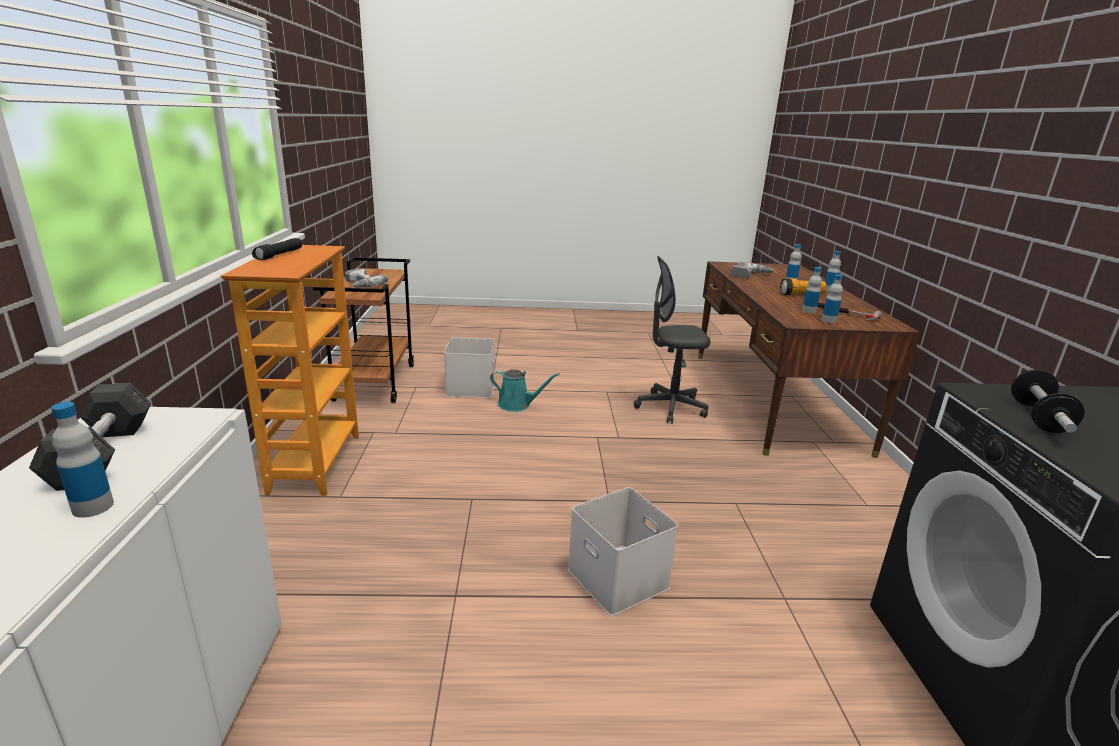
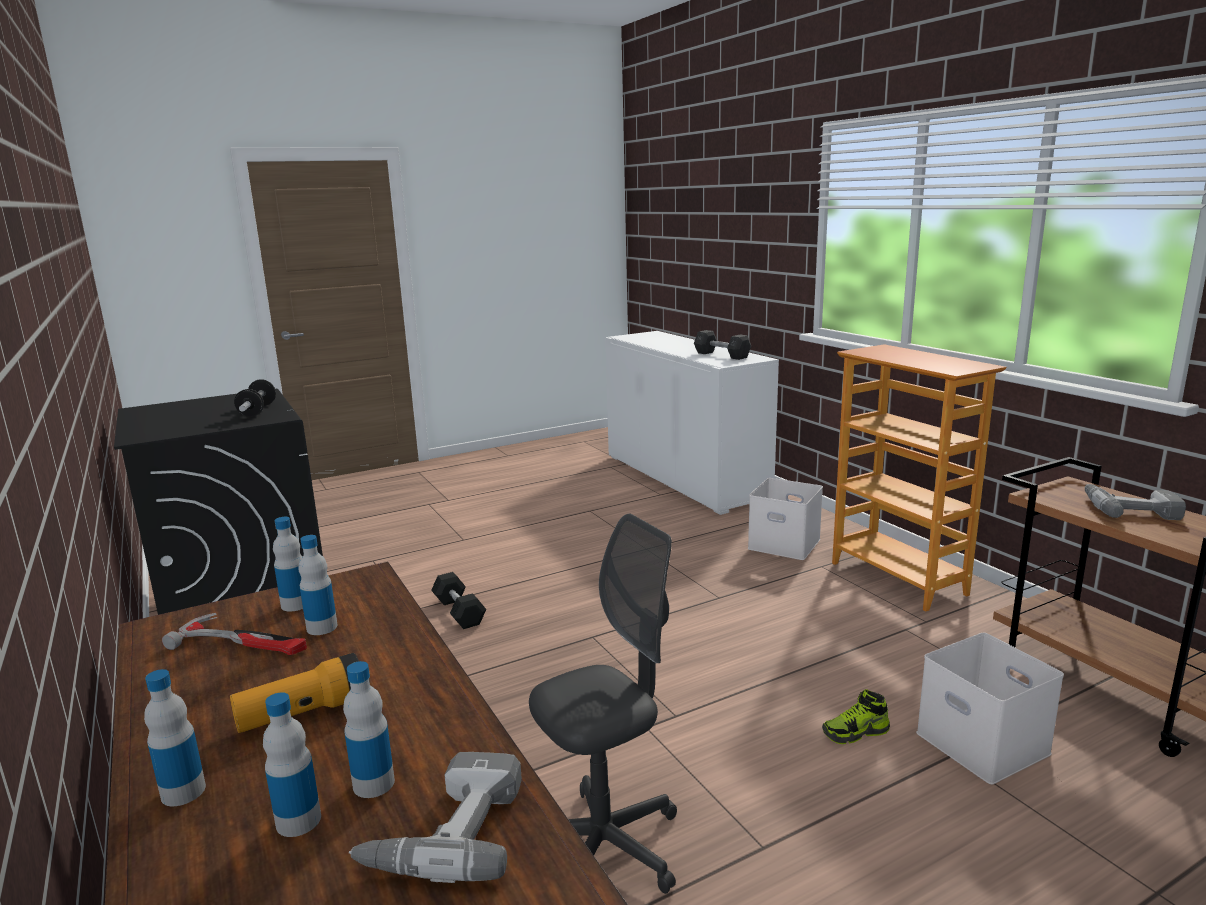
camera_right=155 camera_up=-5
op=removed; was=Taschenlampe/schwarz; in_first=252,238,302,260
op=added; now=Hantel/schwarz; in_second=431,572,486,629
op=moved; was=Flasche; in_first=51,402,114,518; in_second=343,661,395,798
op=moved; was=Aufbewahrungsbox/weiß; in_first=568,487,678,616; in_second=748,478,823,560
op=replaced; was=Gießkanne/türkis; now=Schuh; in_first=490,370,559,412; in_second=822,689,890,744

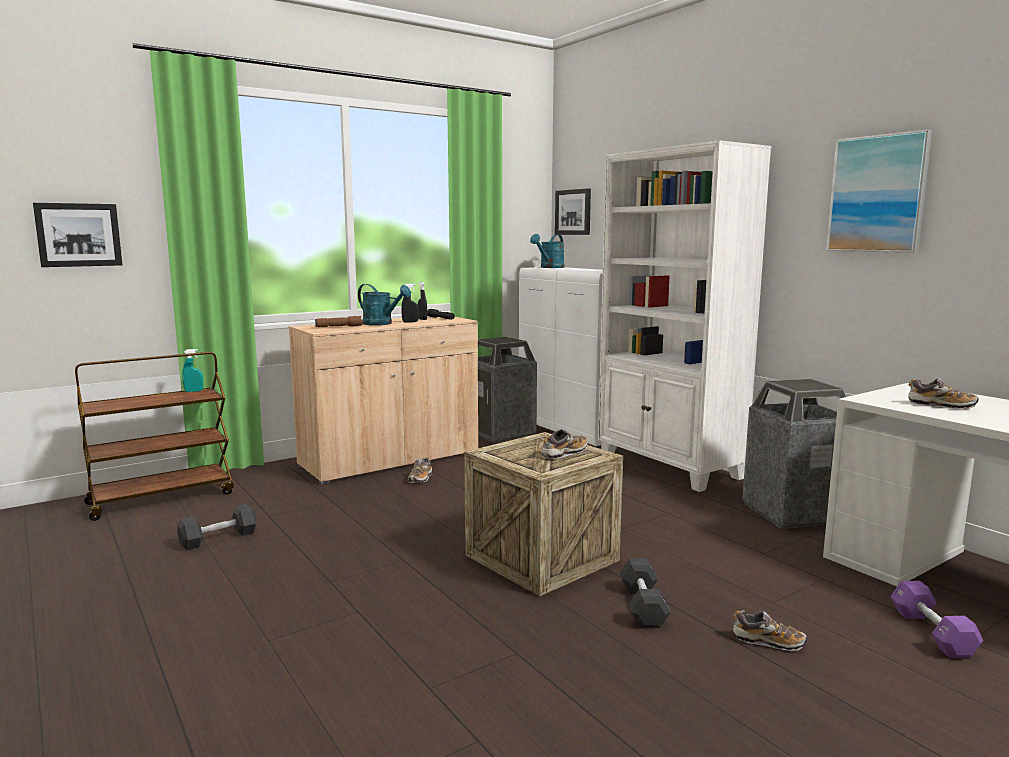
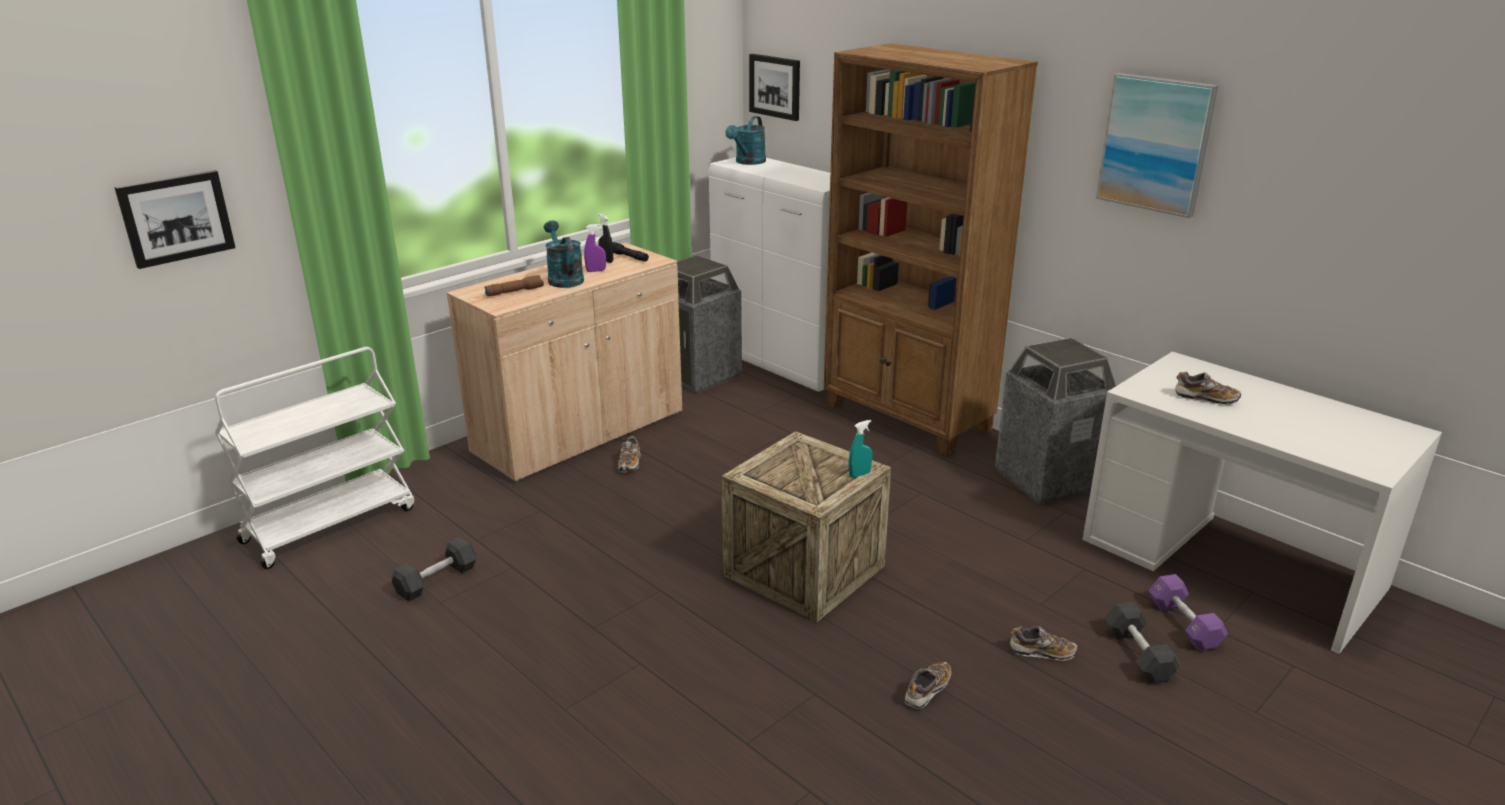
camera_right=-10 camera_up=15
op=moved; was=Sprühflasche/türkis; in_first=182,349,203,392; in_second=849,420,872,478
op=moved; was=Schuh; in_first=541,429,587,459; in_second=904,662,951,709
op=moved; was=Hantel/schwarz; in_first=620,558,671,628; in_second=1105,602,1181,684
op=recoloured; was=Rollwagen/braun; now=Rollwagen/weiß; in_first=75,352,234,521; in_second=215,347,414,569
op=recoloured; was=Sprühflasche/schwarz; now=Sprühflasche/lila; in_first=401,284,419,322; in_second=584,224,606,272
op=recoloured; was=Bücherregal/weiß; now=Bücherregal/braun; in_first=598,140,771,492; in_second=824,43,1038,457
op=turned; was=Gießkanne/türkis; in_first=358,284,411,325; in_second=544,220,584,288; clockwise=-135

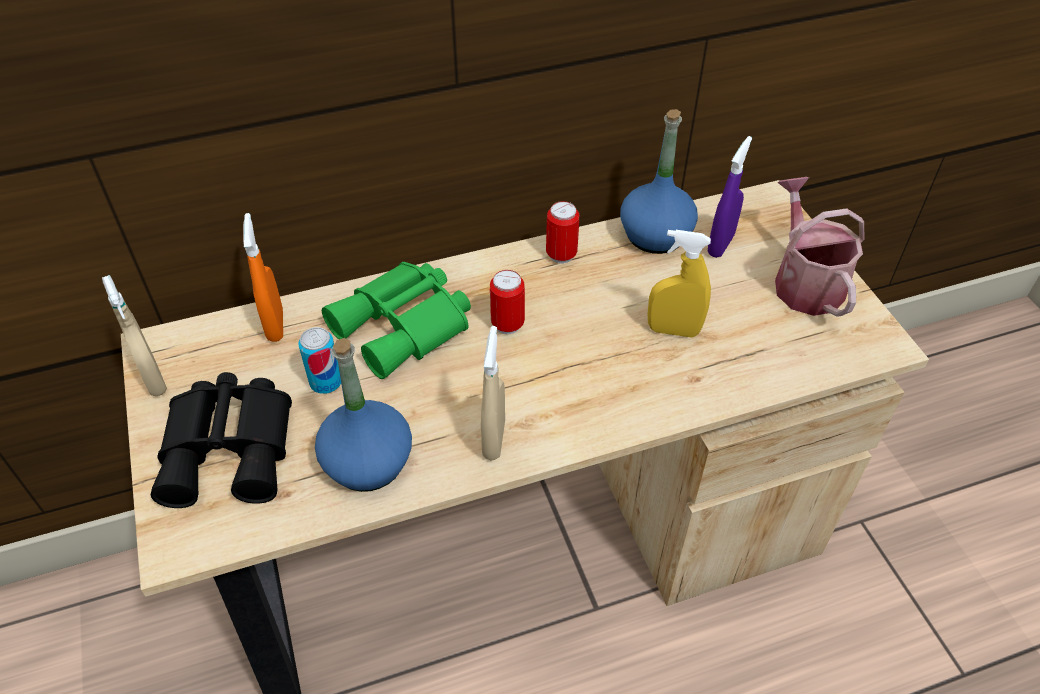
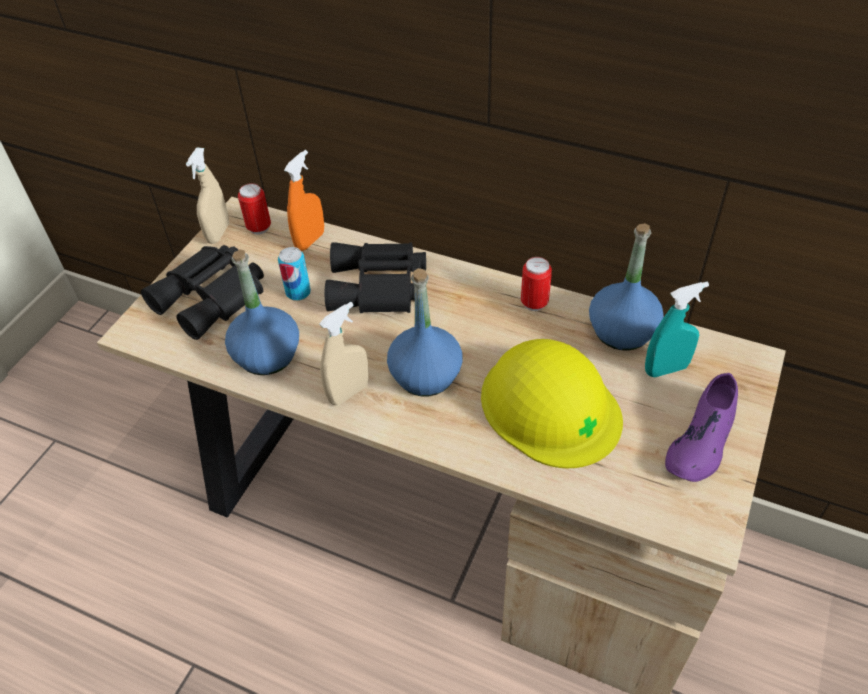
camera_right=45 camera_up=0
op=added; now=Flasche/blau; in_second=387,268,463,397
op=moved; was=Dose; in_first=490,270,525,334; in_second=238,183,271,234
op=replaced; was=Sprühflasche/gelb; now=Schutzhelm/gelb; in_first=647,230,711,338; in_second=481,339,623,468
op=replaced; was=Gießkanne; now=Schuh/lila; in_first=775,177,865,317; in_second=665,373,738,482
op=recoloured; was=Fernglas/grün; now=Fernglas/schwarz; in_first=322,262,471,379; in_second=325,242,426,313
op=recoloured; was=Sprühflasche/lila; now=Sprühflasche/türkis; in_first=708,136,752,258; in_second=645,282,709,377

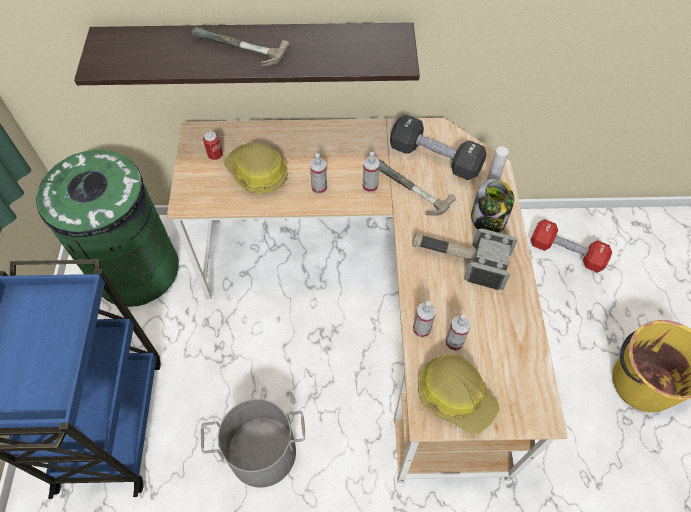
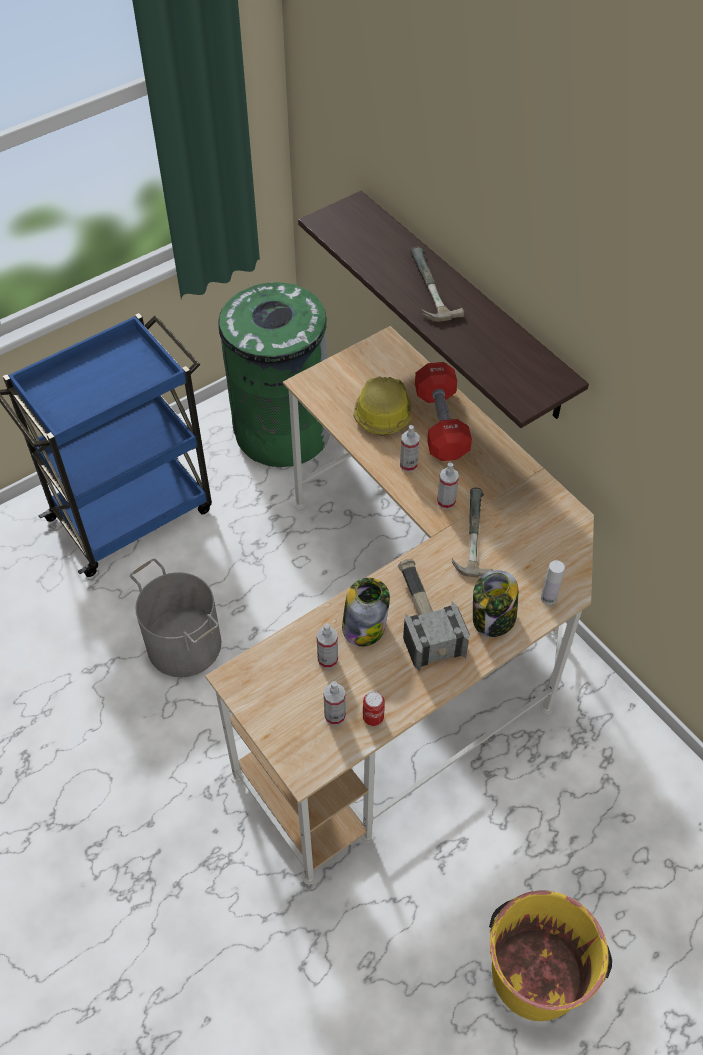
camera_right=55 camera_up=-5
op=removed; was=Hantel/schwarz; in_first=390,115,487,180
op=removed; was=Schutzhelm; in_first=418,355,500,434
op=added; now=Vorratsglas; in_second=342,578,390,646
op=moved; was=Dose; in_first=203,131,223,160; in_second=363,691,385,726
op=moved; was=Sprühflasche; in_first=413,301,436,338; in_second=324,681,346,725
op=moved; was=Hantel/rot; in_first=531,219,612,273; in_second=415,362,472,461

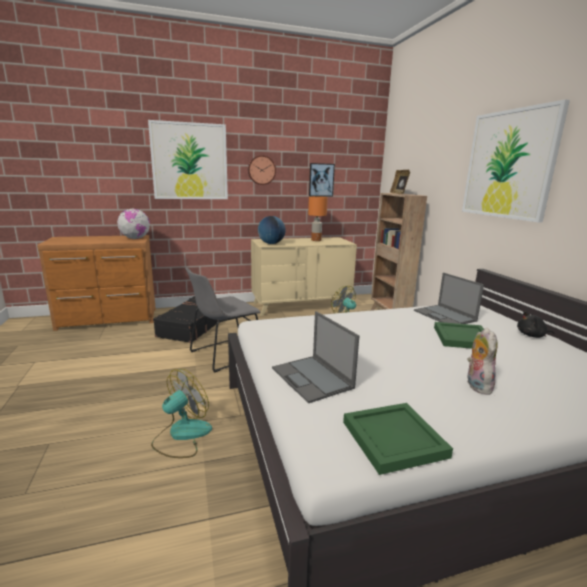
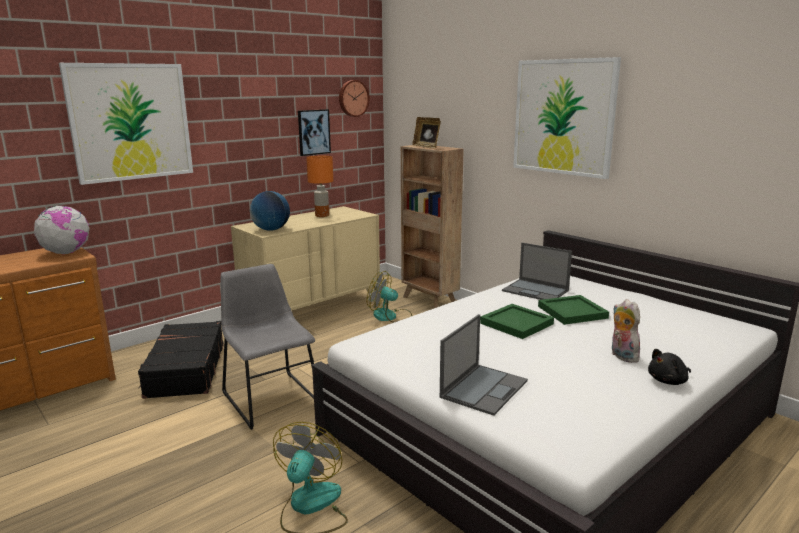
camera_right=-25 camera_up=0
op=moved; was=Wanduhr; in_first=248,155,276,185; in_second=339,80,370,117
op=moved; was=Tablett/grün; in_first=343,403,453,475; in_second=480,304,554,339
op=moved; was=Plüschtier/schwarz; in_first=517,311,555,338; in_second=648,349,691,385
op=turned; was=Stuhl/grau; in_first=185,267,260,373; in_second=221,264,315,430; clockwise=120
op=turned; was=Laptop; in_first=272,311,359,403; in_second=440,314,528,416; clockwise=-90

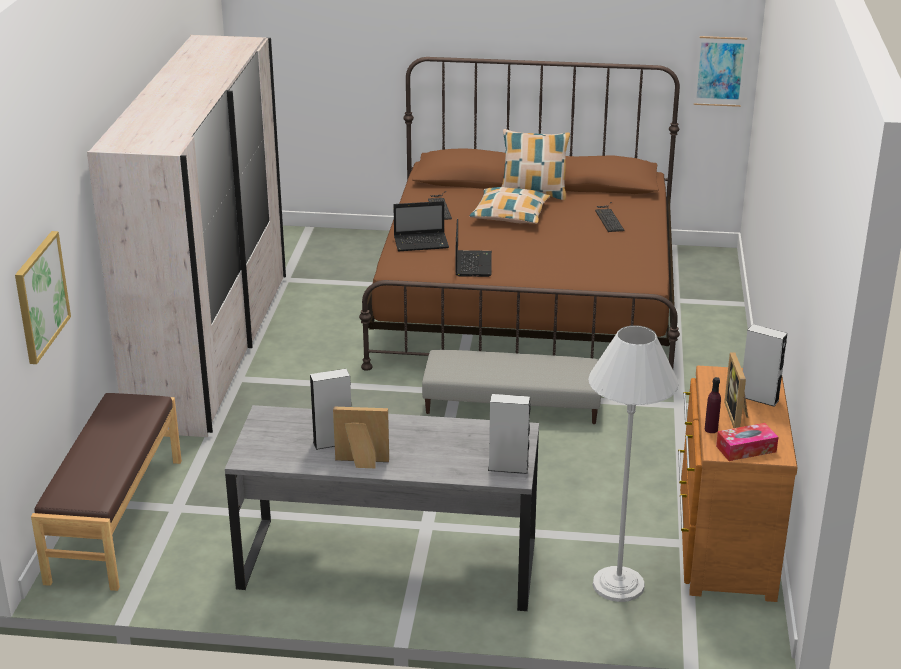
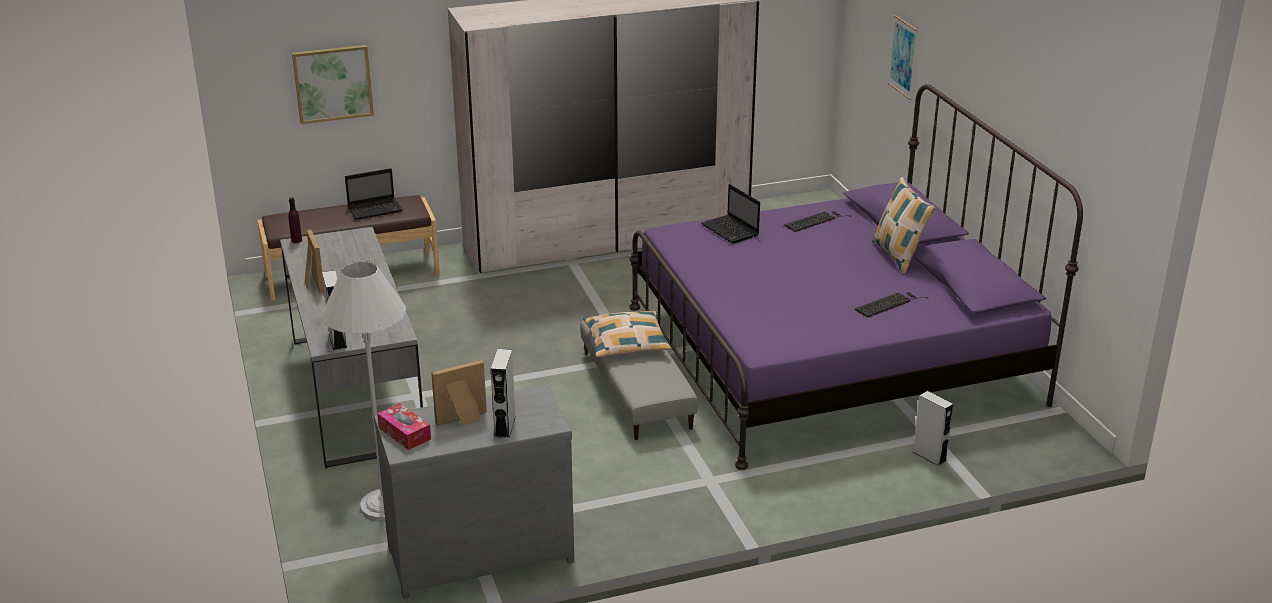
camera_right=65 camera_up=0
op=moved; was=Lautsprecher/grau; in_first=310,369,351,450; in_second=913,391,953,466
op=moved; was=Laptop; in_first=456,219,492,277; in_second=345,168,403,220
op=moved; was=Kissen; in_first=469,187,550,224; in_second=583,311,671,357
op=moved; was=Bild; in_first=694,36,747,107; in_second=888,15,918,100
op=moved; was=Flasche/lila; in_first=705,377,721,433; in_second=288,198,302,243
op=recoloured; was=Bett/braun; now=Bett/lila; in_first=359,57,680,371; in_second=629,84,1083,470
op=recoloured; was=Kommode/braun; now=Kommode/grau; in_first=678,366,798,602; in_second=374,385,575,599

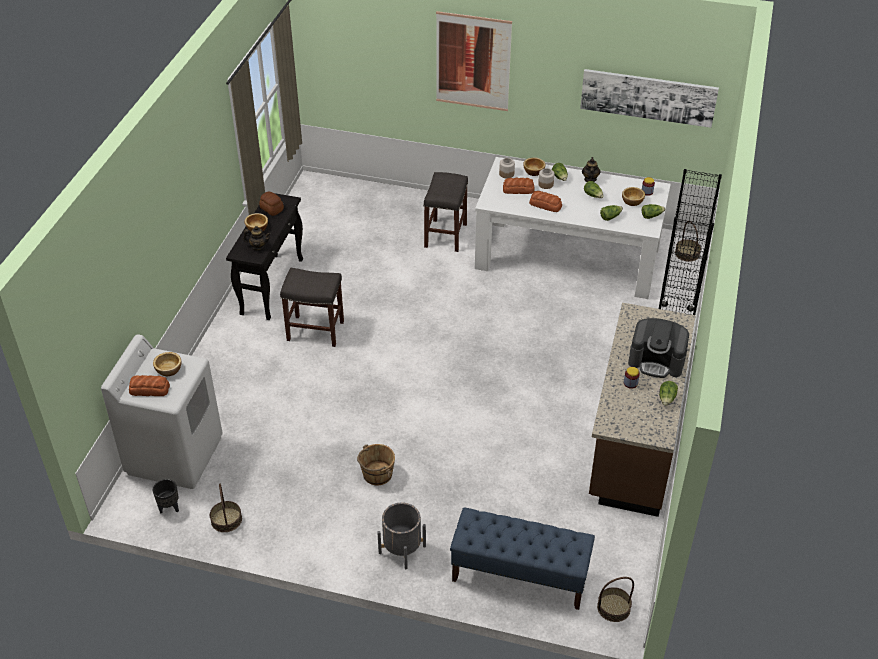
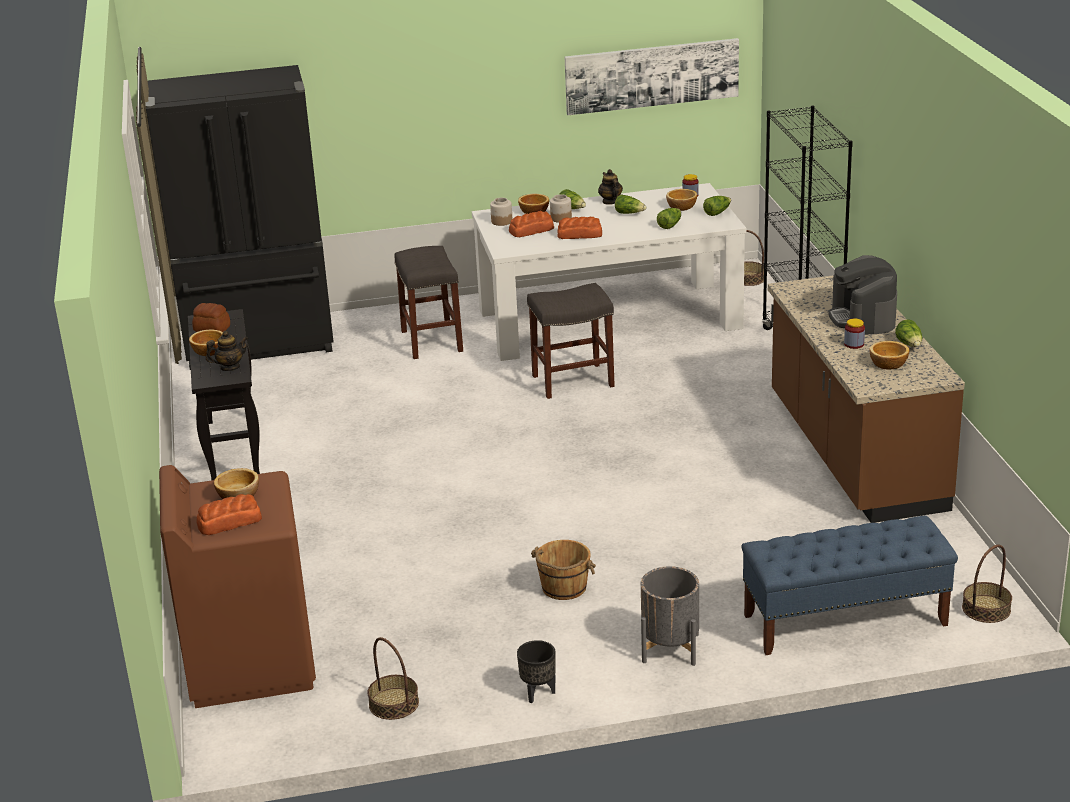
camera_right=-25 camera_up=-15
op=removed; was=Bild; in_first=436,11,512,111
op=added; now=Kühlschrank/schwarz; in_second=146,65,334,370
op=added; now=Schüssel; in_second=870,341,909,370
op=moved; was=Pflanzkübel/schwarz; in_first=153,479,179,513; in_second=517,640,556,703
op=moved; was=Hocker/grau; in_first=280,268,344,347; in_second=527,283,615,399
op=recoloured; was=Waschmaschine/weiß; now=Waschmaschine/braun; in_first=101,334,223,489; in_second=159,465,316,708
op=turned; was=Kaffeemaschine; in_first=628,318,689,378; in_second=828,255,897,335; clockwise=90

